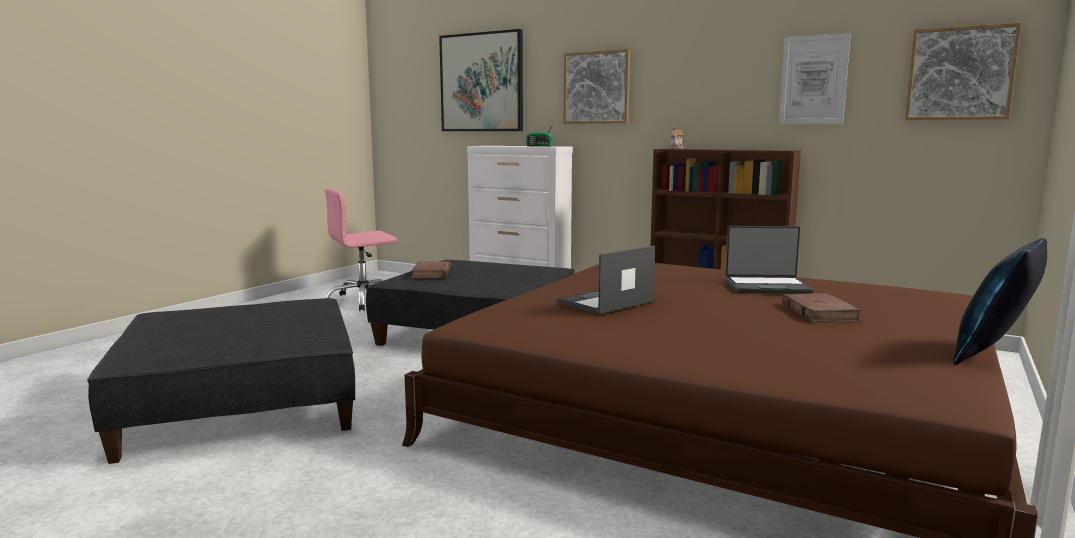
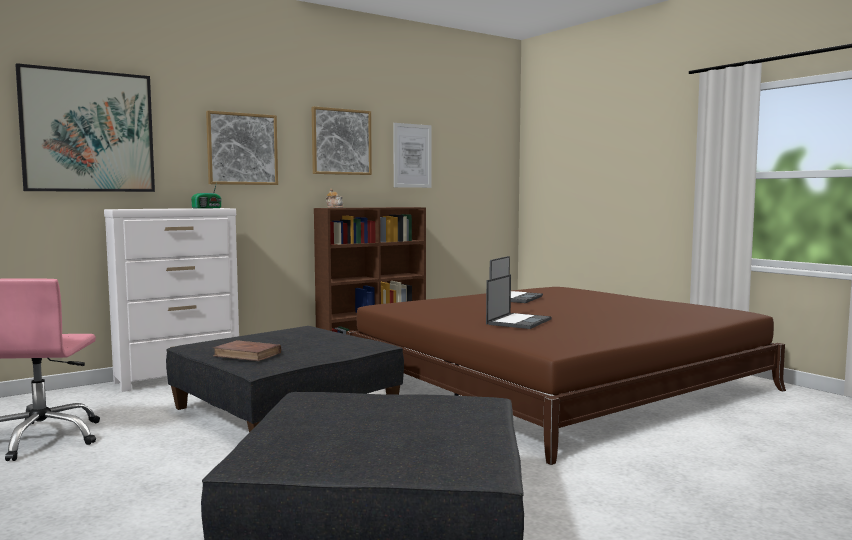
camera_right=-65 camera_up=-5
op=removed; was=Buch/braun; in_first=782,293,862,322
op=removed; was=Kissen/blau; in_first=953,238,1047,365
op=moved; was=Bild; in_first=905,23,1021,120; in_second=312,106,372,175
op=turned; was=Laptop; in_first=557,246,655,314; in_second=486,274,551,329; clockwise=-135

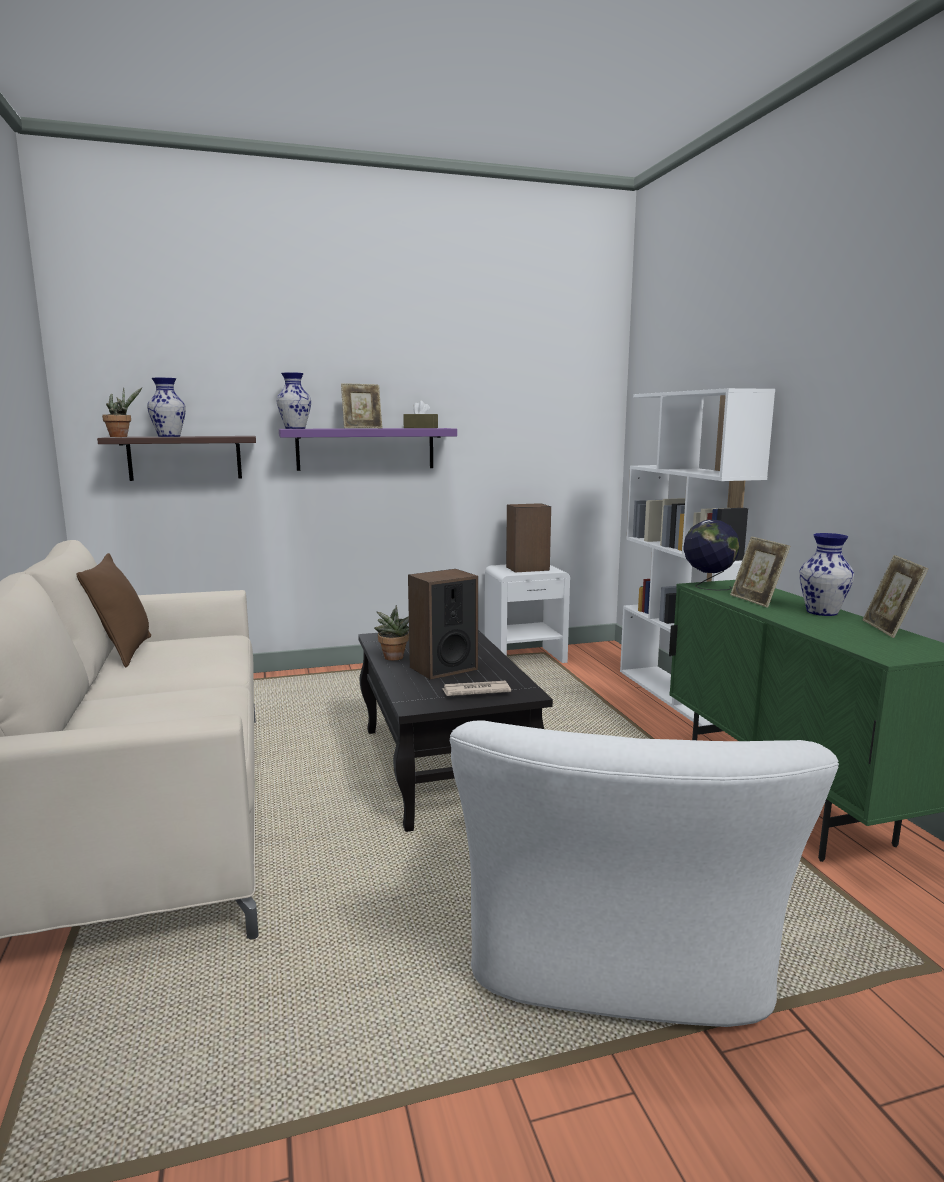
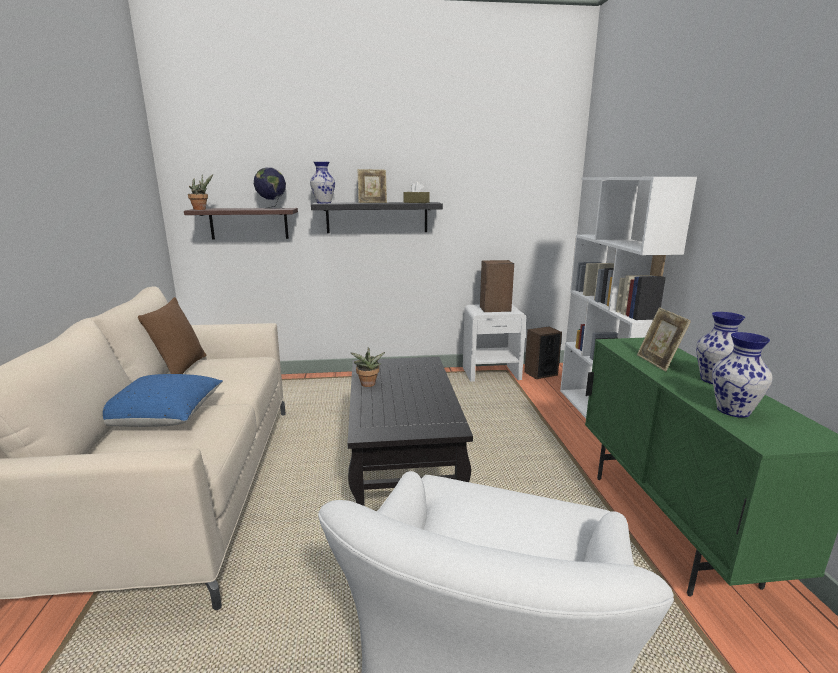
camera_right=10 camera_up=5
op=removed; was=Zeitung; in_first=443,681,511,696
op=removed; was=Bilderrahmen; in_first=863,555,928,638
op=added; now=Kissen/blau; in_second=103,374,223,427
op=moved; was=Vase; in_first=147,378,186,437; in_second=712,332,773,418
op=moved; was=Lautsprecher; in_first=408,569,478,680; in_second=524,327,562,379
op=moved; was=Globus; in_first=683,520,740,590; in_second=254,167,286,209
op=recoloured; was=Wandregal/lila; now=Wandregal/schwarz; in_first=279,428,457,471; in_second=311,202,443,233

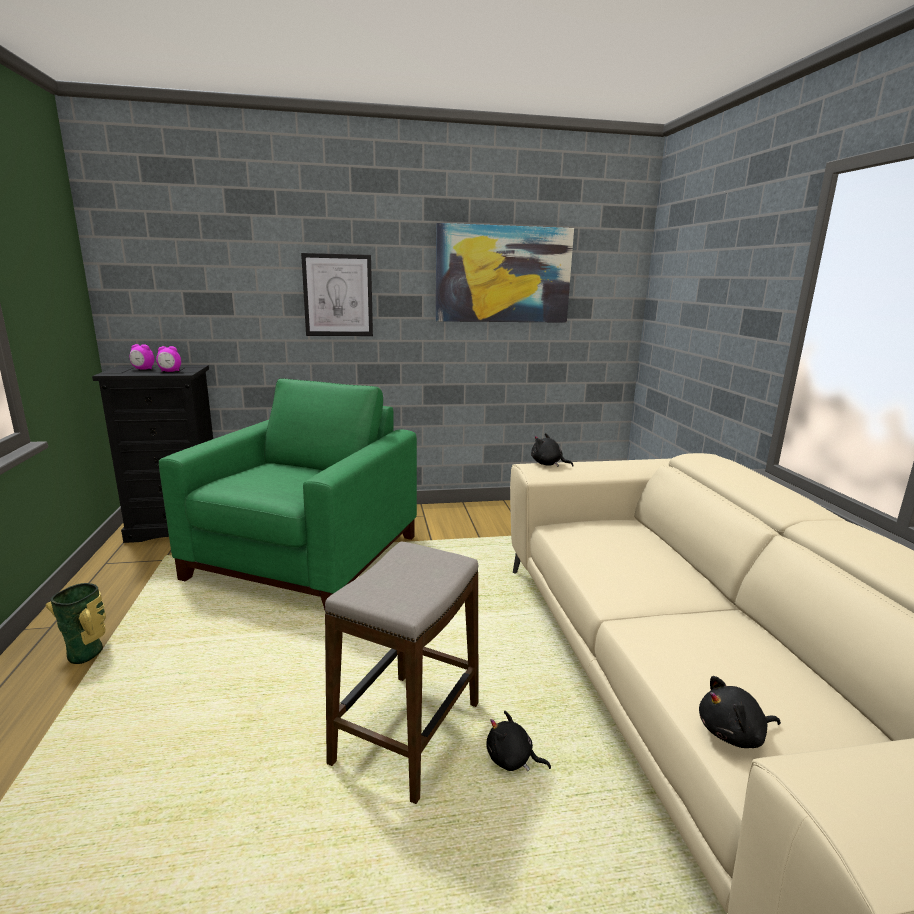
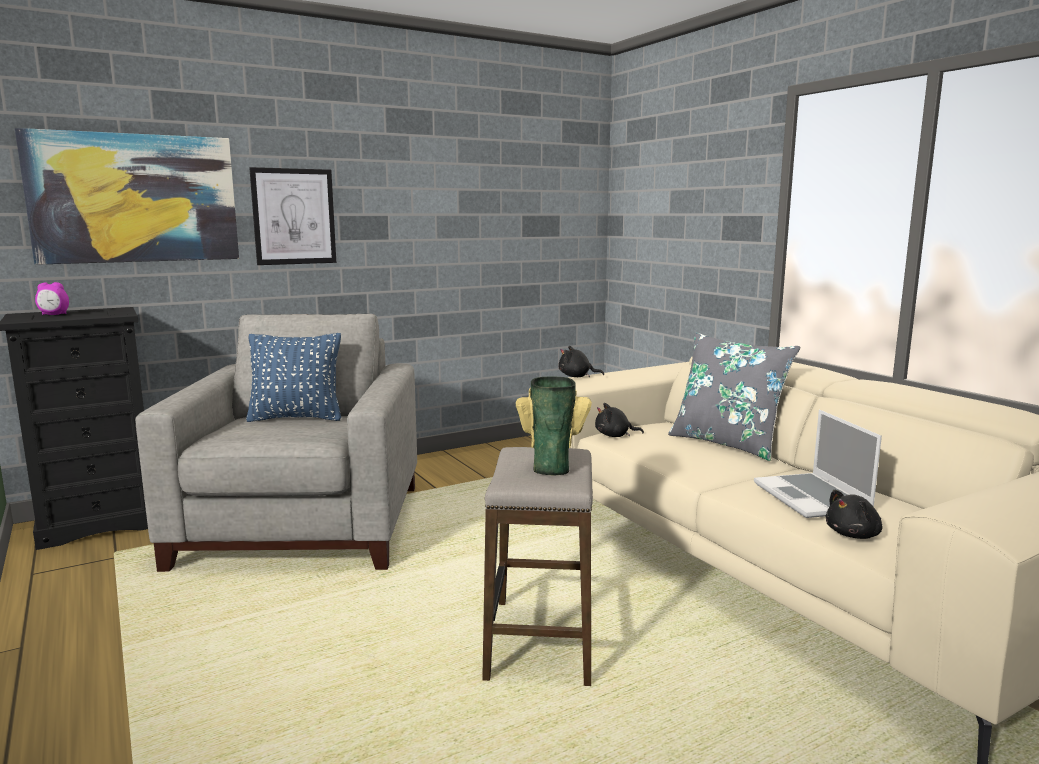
camera_right=-20 camera_up=-5
op=removed; was=Wecker; in_first=156,346,181,372
op=added; now=Kissen/blau; in_second=246,333,341,422
op=added; now=Kissen/grau; in_second=668,333,800,461
op=added; now=Laptop; in_second=754,410,882,518
op=moved; was=Vase; in_first=46,583,106,664; in_second=516,377,592,475
op=moved; was=Bild; in_first=436,223,574,323; in_second=15,128,239,265
op=moved; was=Plüschtier/schwarz; in_first=486,711,551,771; in_second=595,403,644,437
op=recoloured; was=Sessel/grün; now=Sessel/grau; in_first=159,378,417,610; in_second=135,314,417,572

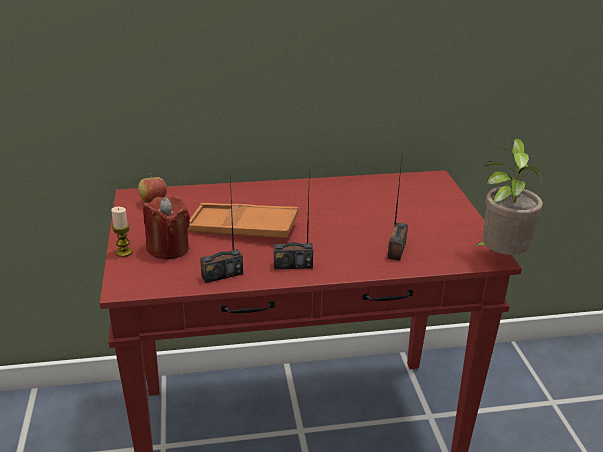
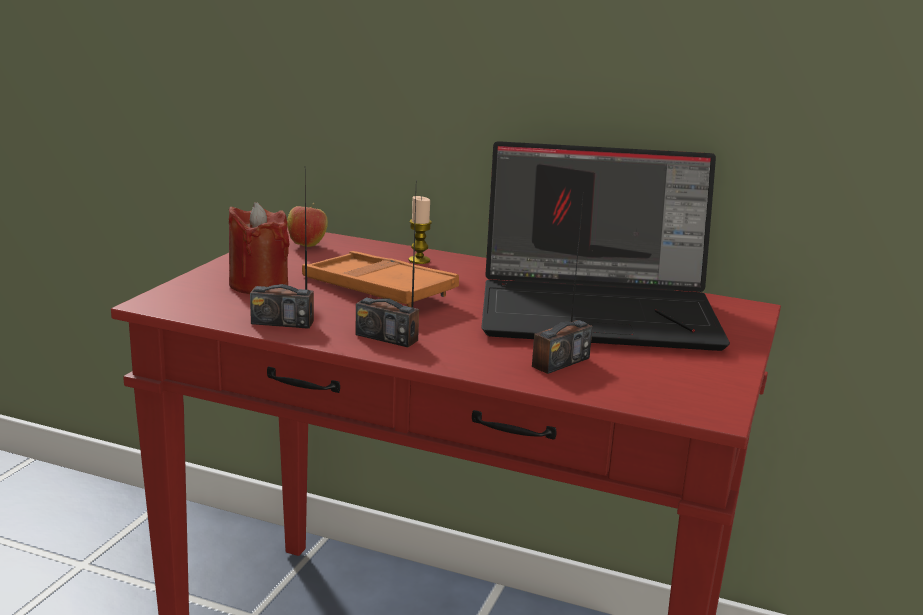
camera_right=30 camera_up=-10
op=removed; was=Topfpflanze; in_first=475,138,543,255
op=added; now=Laptop; in_second=482,141,730,351
op=moved; was=Kerze; in_first=111,207,133,257; in_second=409,196,432,264

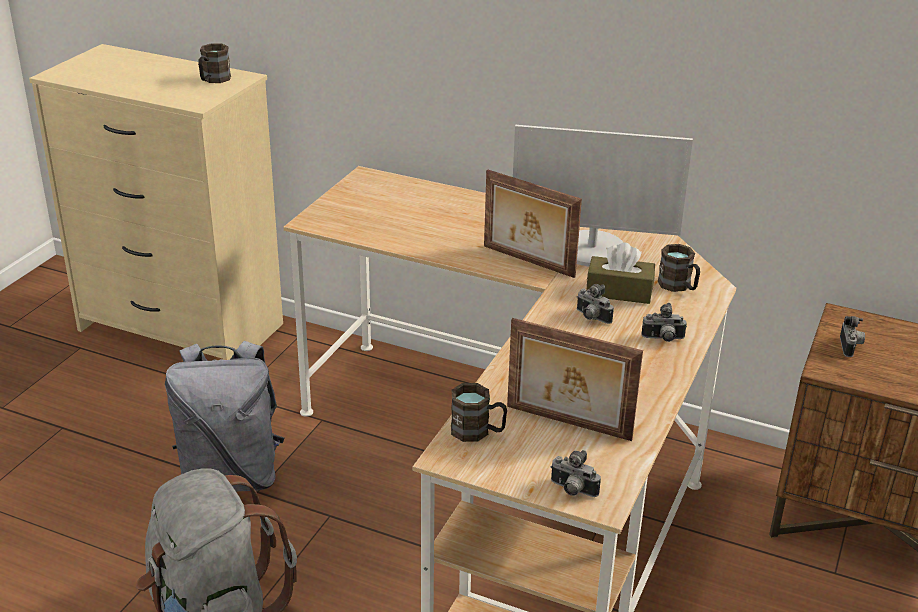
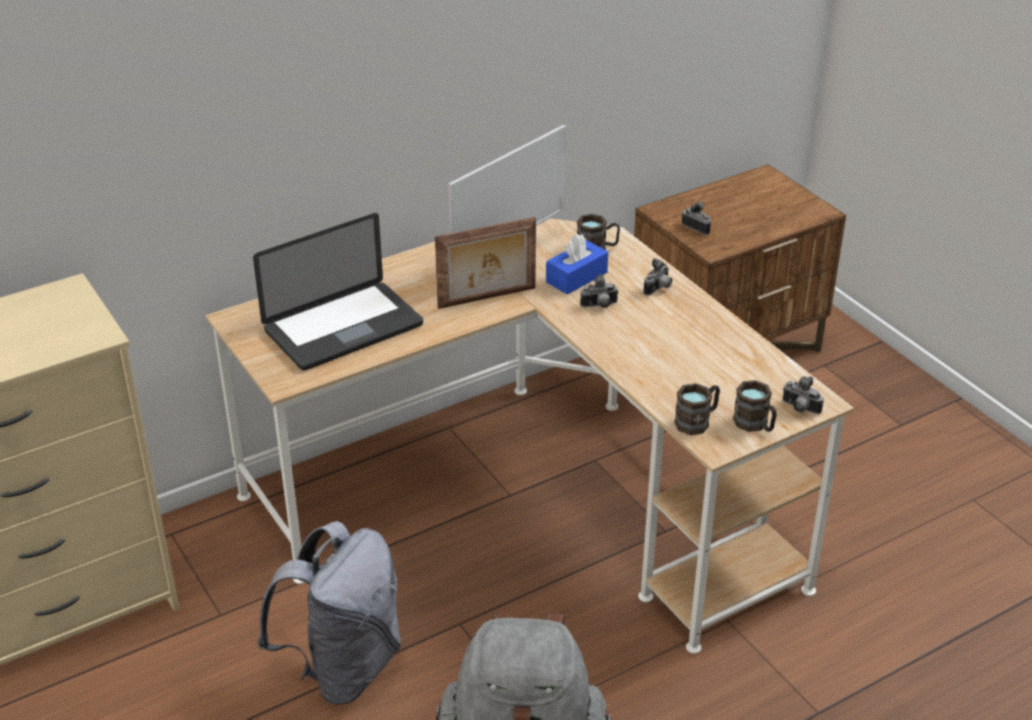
camera_right=-55 camera_up=5
op=removed; was=Bilderrahmen; in_first=507,318,643,441
op=added; now=Laptop; in_second=253,213,423,371
op=moved; was=Henkelbecher/braun; in_first=198,43,231,83; in_second=733,380,777,432
op=recoloured; was=Taschentuchbox/braun; now=Taschentuchbox/blau; in_first=586,243,655,304; in_second=546,234,608,295
op=turned; was=Kamera; in_first=550,450,601,497; in_second=783,376,824,414; clockwise=60

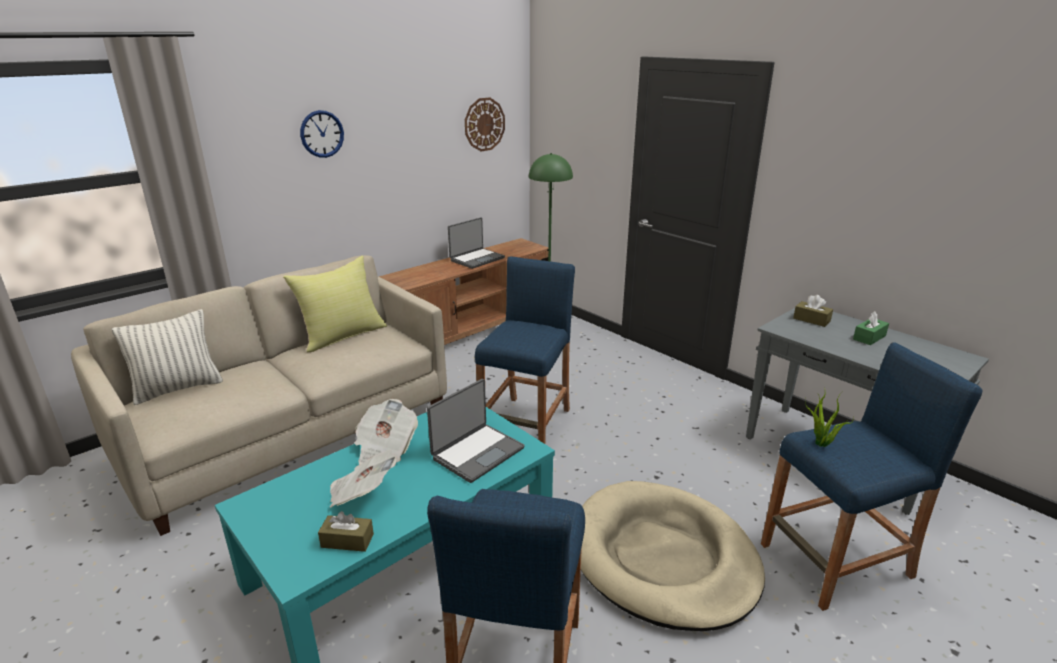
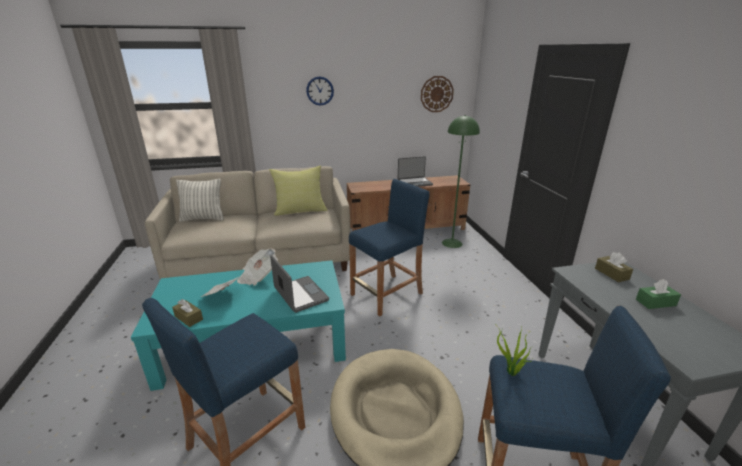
camera_right=30 camera_up=0
op=turned; was=Laptop; in_first=427,379,524,483; in_second=270,255,329,313; clockwise=-105

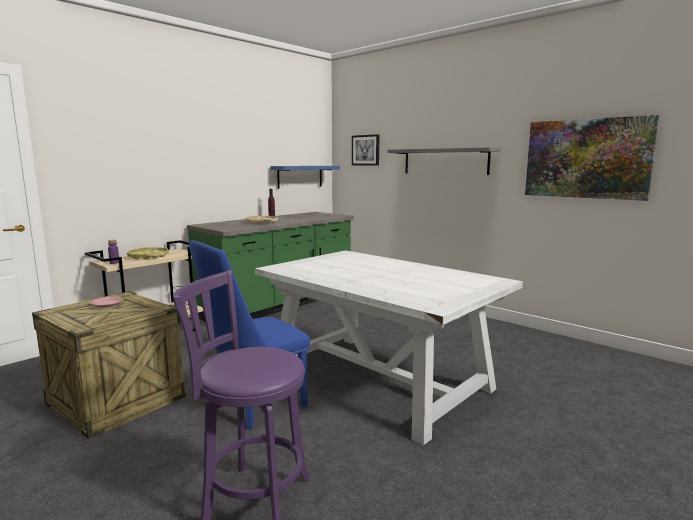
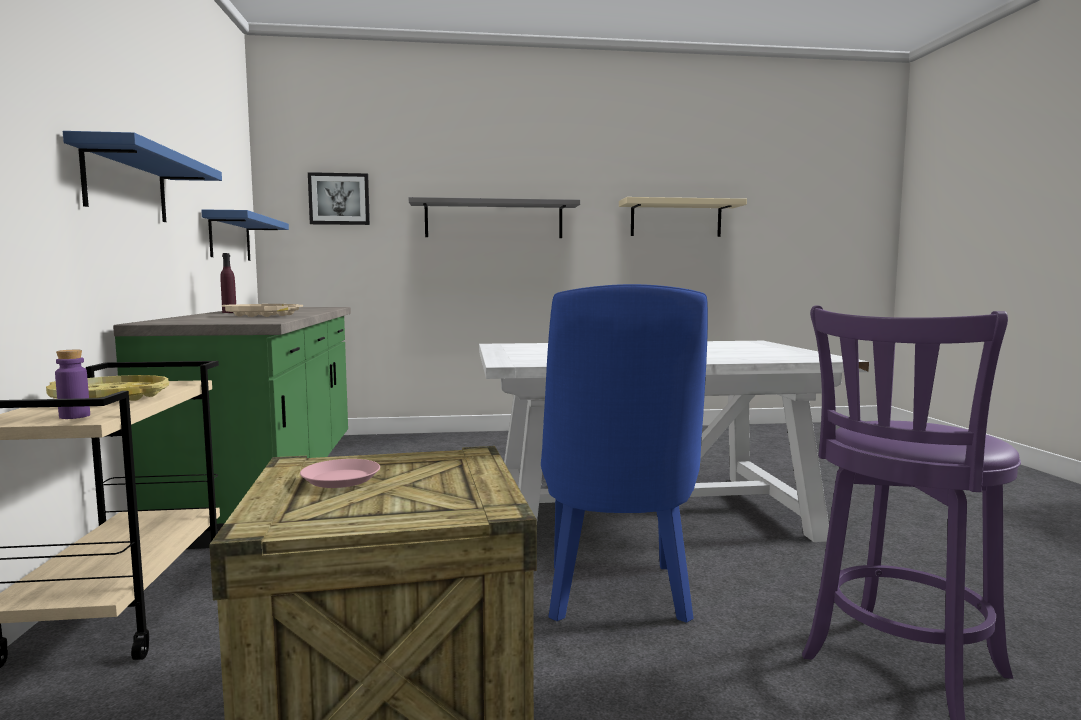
camera_right=-50 camera_up=-5
op=added; now=Wandregal/blau; in_second=63,131,222,222
op=replaced; was=Bild; now=Wandregal/beige; in_first=525,115,660,201; in_second=619,197,747,237

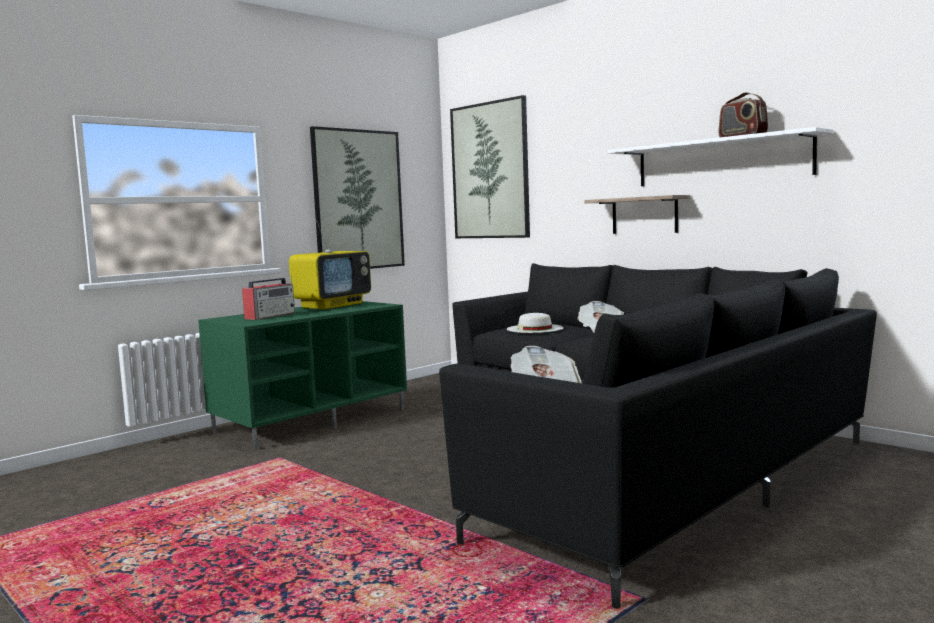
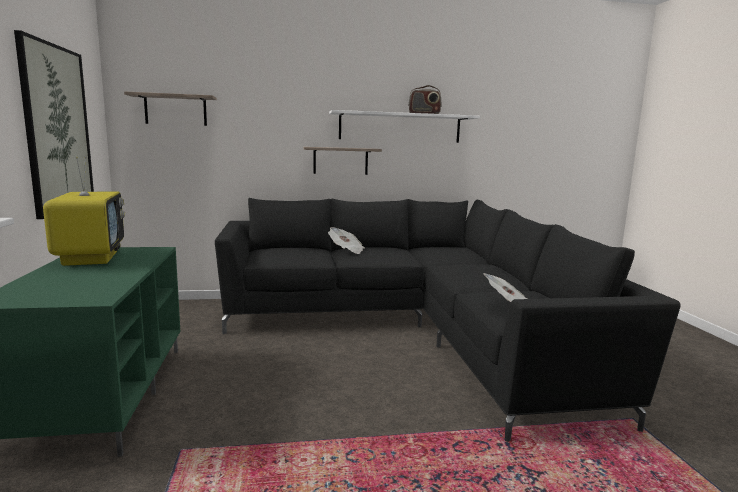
camera_right=-55 camera_up=5
op=removed; was=Radio; in_first=242,276,295,320
op=removed; was=Hut/weiß; in_first=507,313,564,333
op=replaced; was=Bild; now=Wandregal; in_first=450,95,530,238; in_second=124,91,217,126

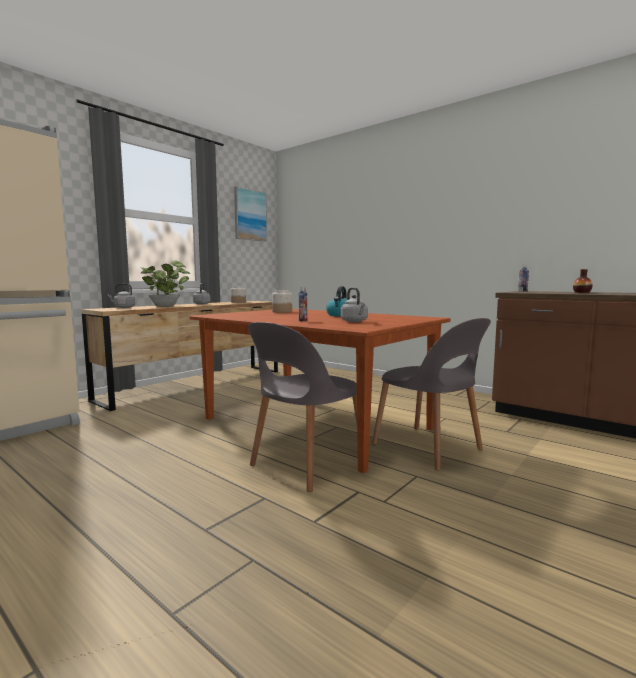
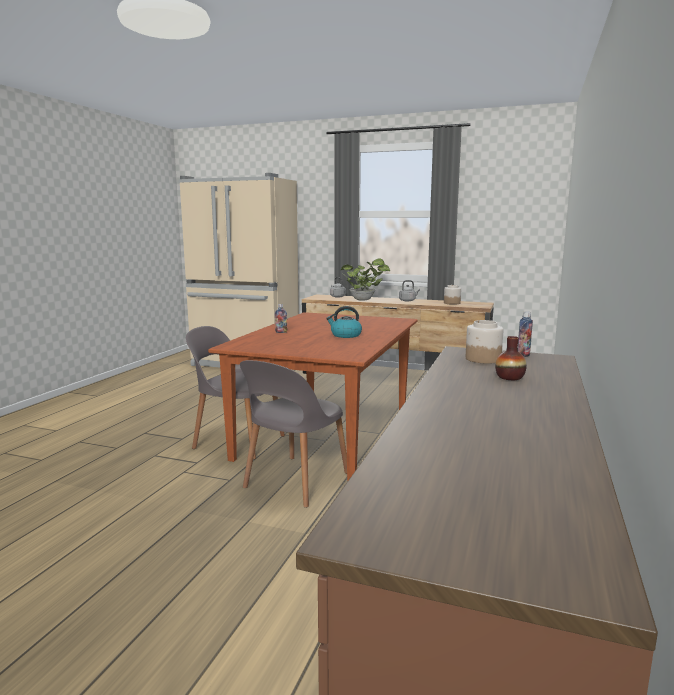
camera_right=70 camera_up=5
op=removed; was=Bild; in_first=234,186,267,242
op=removed; was=Wasserkessel/grau; in_first=341,287,368,322
op=moved; was=Vorratsglas; in_first=272,290,292,313; in_second=466,320,503,364

